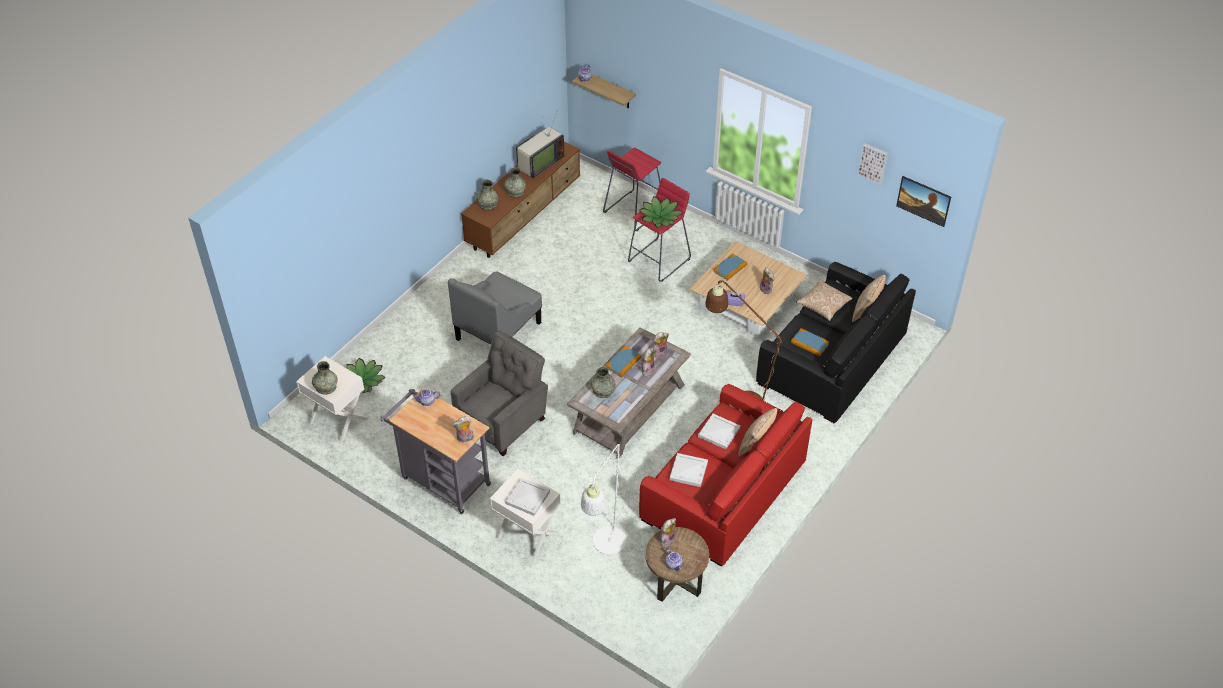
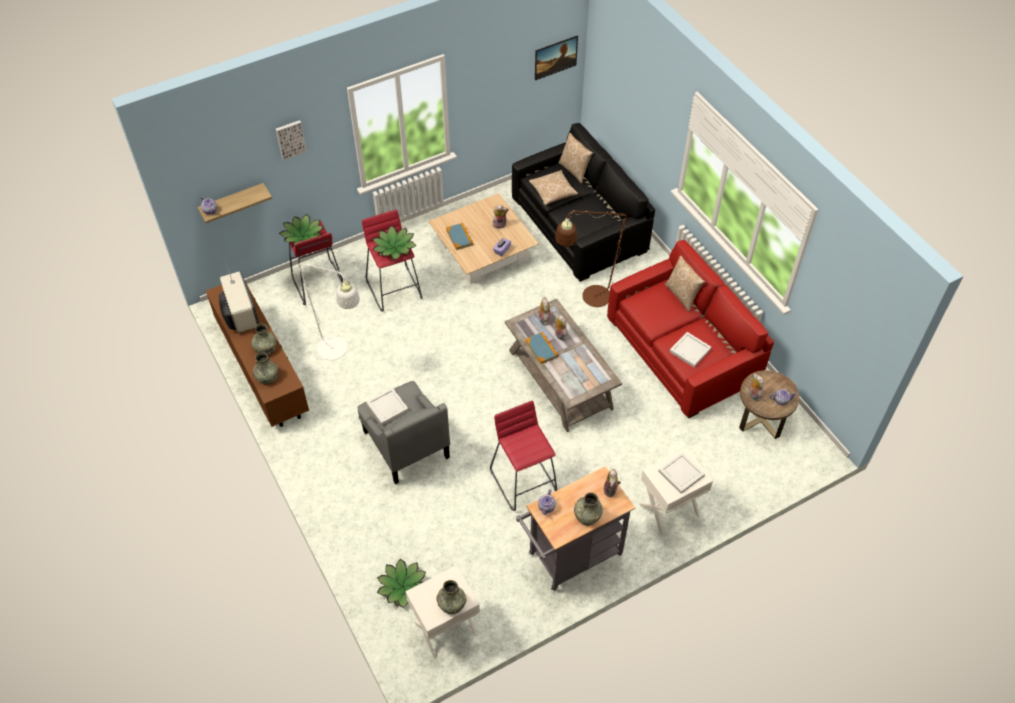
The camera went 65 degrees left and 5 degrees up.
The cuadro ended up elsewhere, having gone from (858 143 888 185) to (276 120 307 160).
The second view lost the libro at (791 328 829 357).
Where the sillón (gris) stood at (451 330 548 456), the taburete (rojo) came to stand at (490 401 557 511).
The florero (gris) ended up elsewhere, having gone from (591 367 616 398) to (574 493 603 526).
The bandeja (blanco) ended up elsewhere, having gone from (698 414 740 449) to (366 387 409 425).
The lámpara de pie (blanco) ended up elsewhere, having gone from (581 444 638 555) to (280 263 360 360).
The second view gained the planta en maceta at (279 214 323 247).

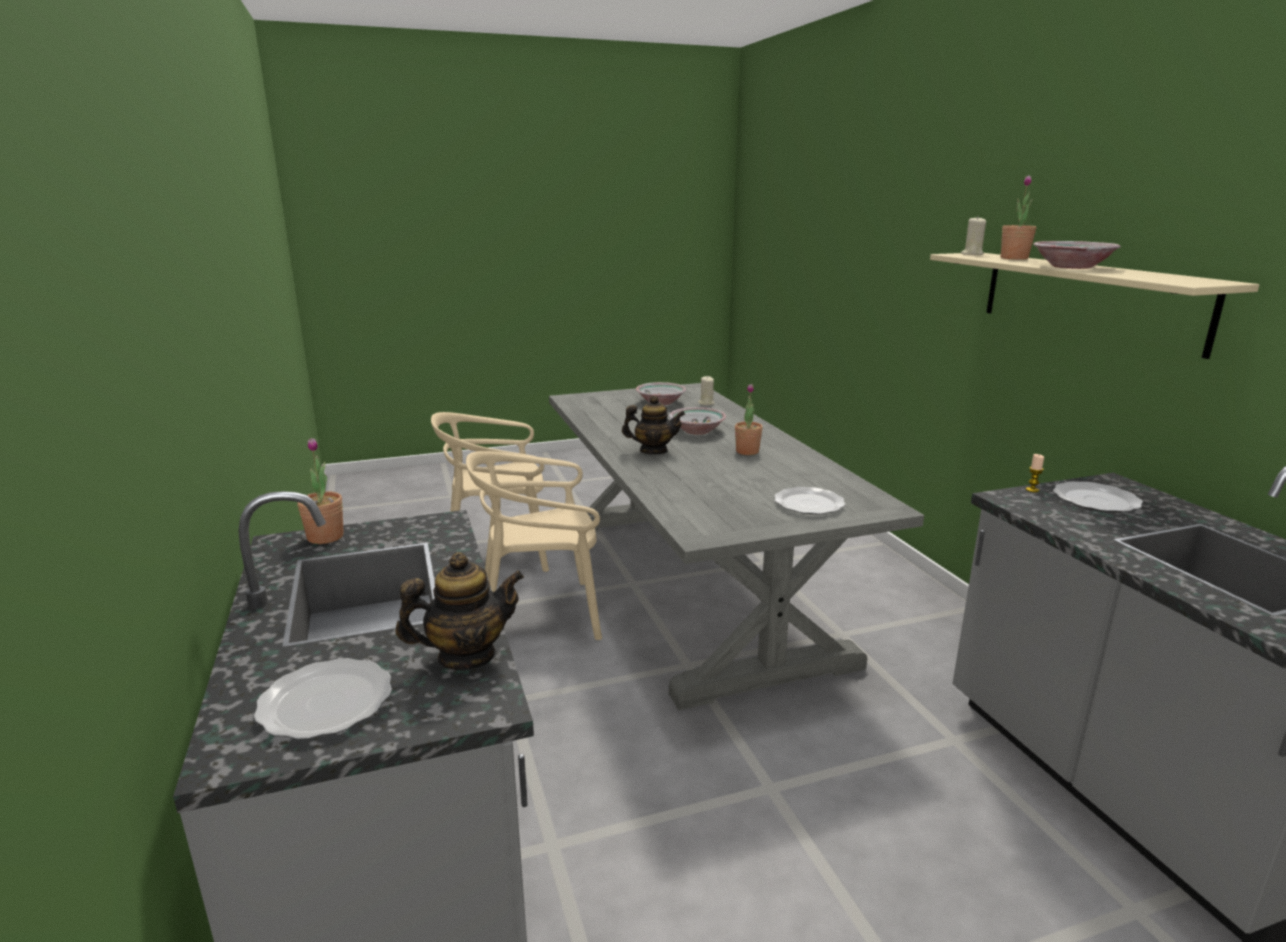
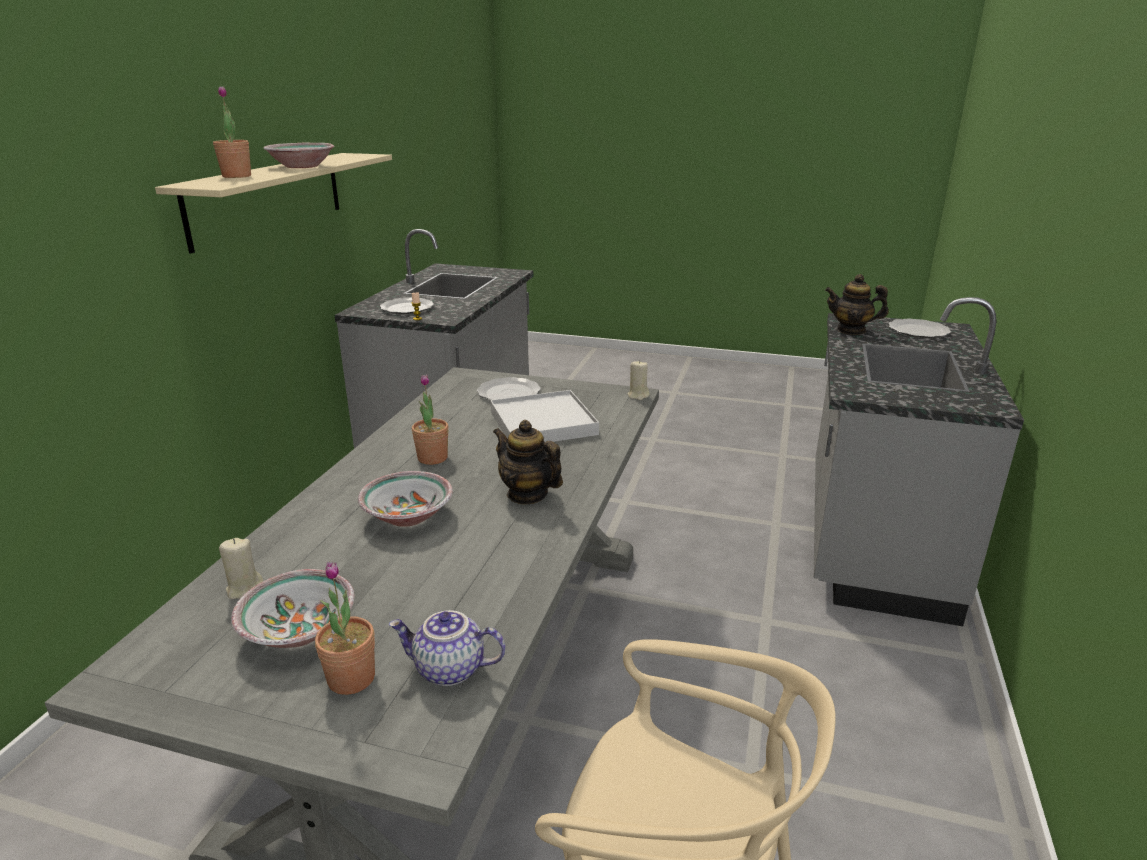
The camera went 145 degrees left and 5 degrees up.
The vela (beis) ended up elsewhere, having gone from (961 216 986 255) to (627 360 649 400).
The planta en maceta ended up elsewhere, having gone from (297 438 344 544) to (315 561 375 695).
The second view lost the silla (beis) at (466 451 602 640).
The second view gained the bandeja (blanco) at (490 390 599 442).
The second view gained the tetera at (389 610 505 686).

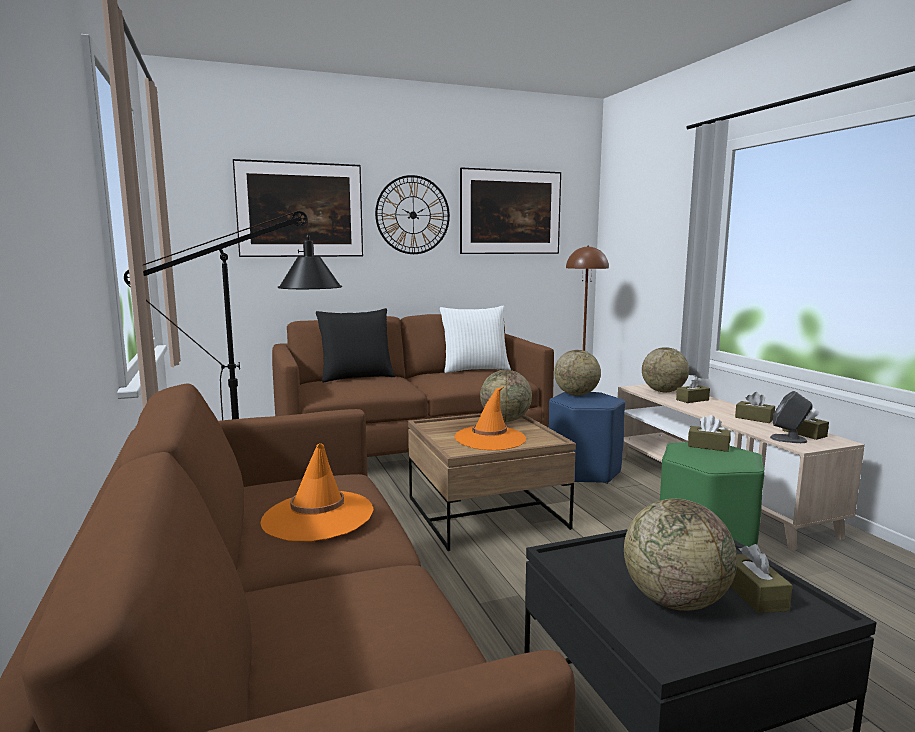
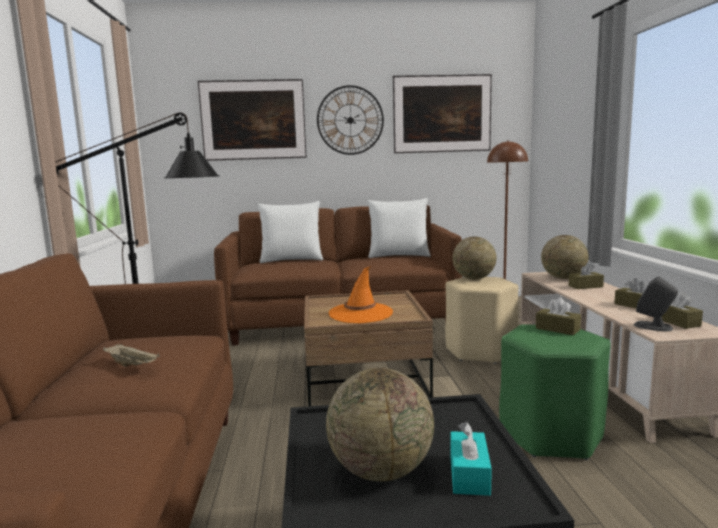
The camera went 15 degrees right and 0 degrees up.
What was the cojín (negro) at (316 308 395 382) turned into the cojín (blanco) at (258 201 323 263).
The second view lost the globo terráqueo at (480 370 532 422).
What was the taburete (azul) at (549 392 625 484) turned into the taburete (beis) at (445 277 518 364).
Where the sombrero (naranja) stood at (261 443 374 541), the bandeja (beis) came to stand at (103 344 160 367).
What was the caja de pañuelos (marrón) at (730 544 793 613) turned into the caja de pañuelos (turquesa) at (450 422 492 496).

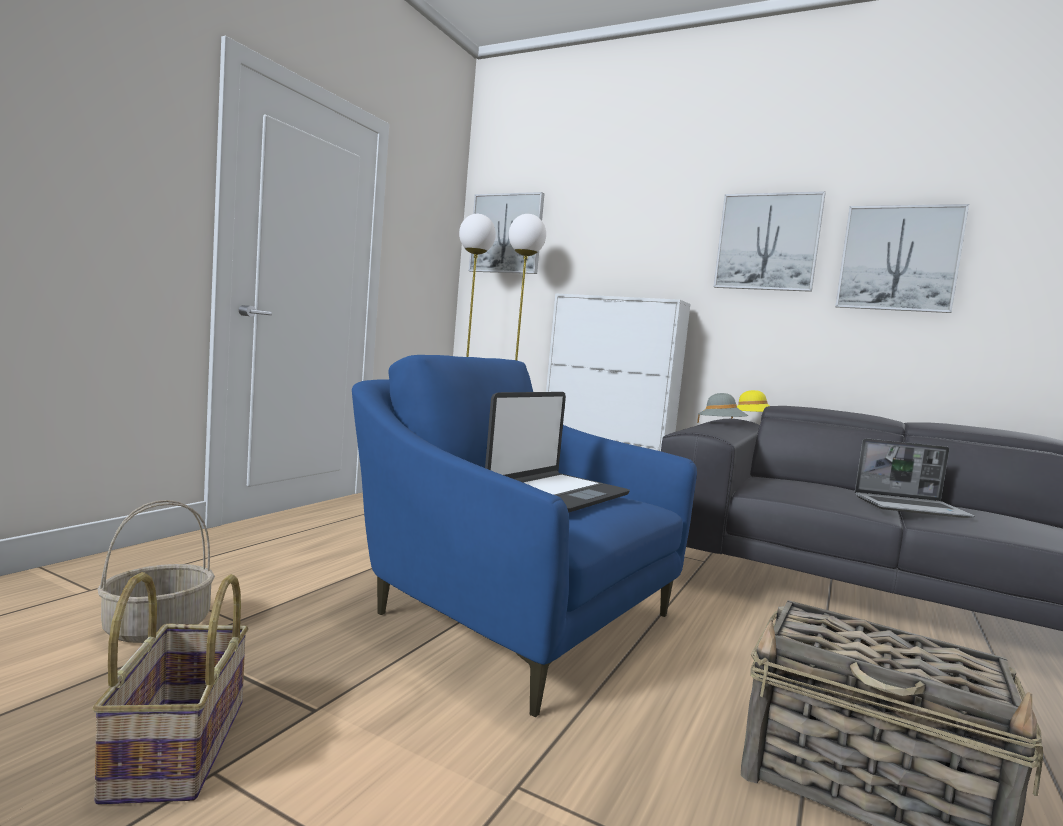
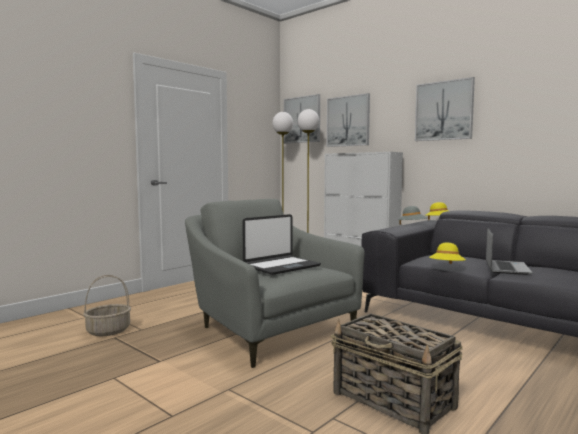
The camera went 15 degrees right and 0 degrees up.
The cuadro ended up elsewhere, having gone from (835 204 969 313) to (327 93 370 147).
What was the sillón (azul) at (352 355 697 717) turned into the sillón (gris) at (185 199 365 368).
The portátil at (855 438 975 518) ended up facing another way, 90 degrees counterclockwise from before.
The second view lost the cesta at (92 572 249 805).
The second view gained the sombrero (amarillo) at (429 242 466 264).

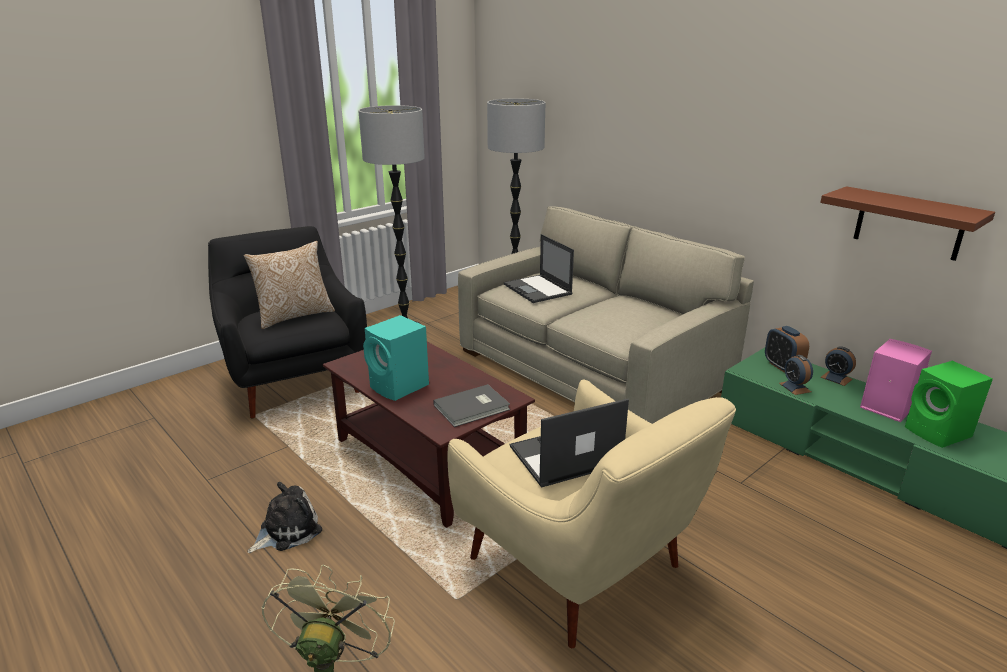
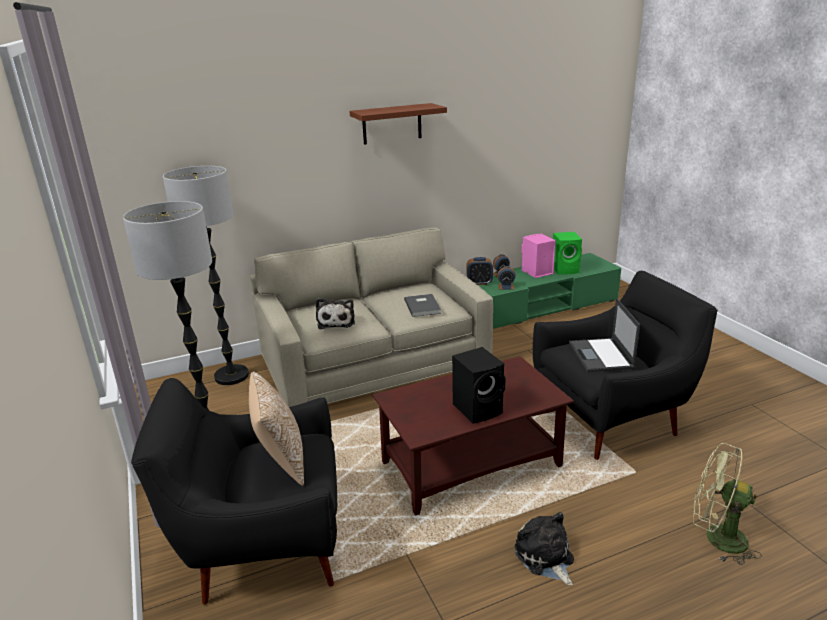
The camera went 70 degrees left and 0 degrees up.
The estante (marrón) ended up elsewhere, having gone from (820 186 995 261) to (350 103 447 145).
Where the portátil stood at (504 234 574 303), the peluche came to stand at (316 298 355 329).
What was the altavoz (turquesa) at (363 315 429 401) turned into the altavoz (negro) at (452 347 506 423).
What was the sillón (beis) at (448 379 736 648) turned into the sillón (negro) at (533 271 718 460).
The libro (gris) ended up elsewhere, having gone from (433 384 510 427) to (404 294 441 317).

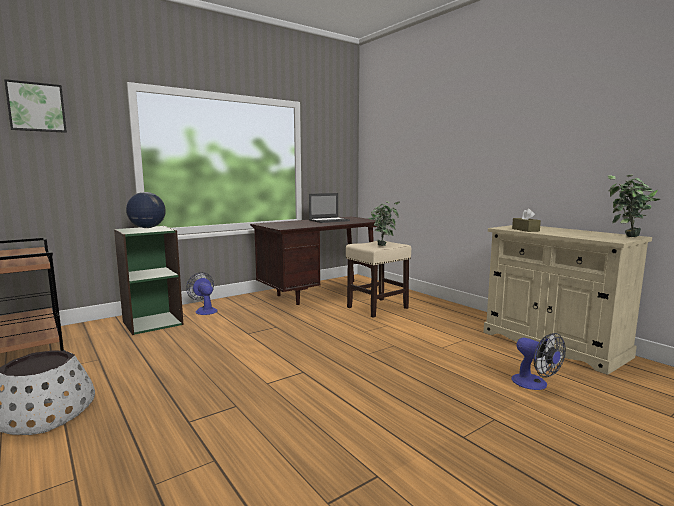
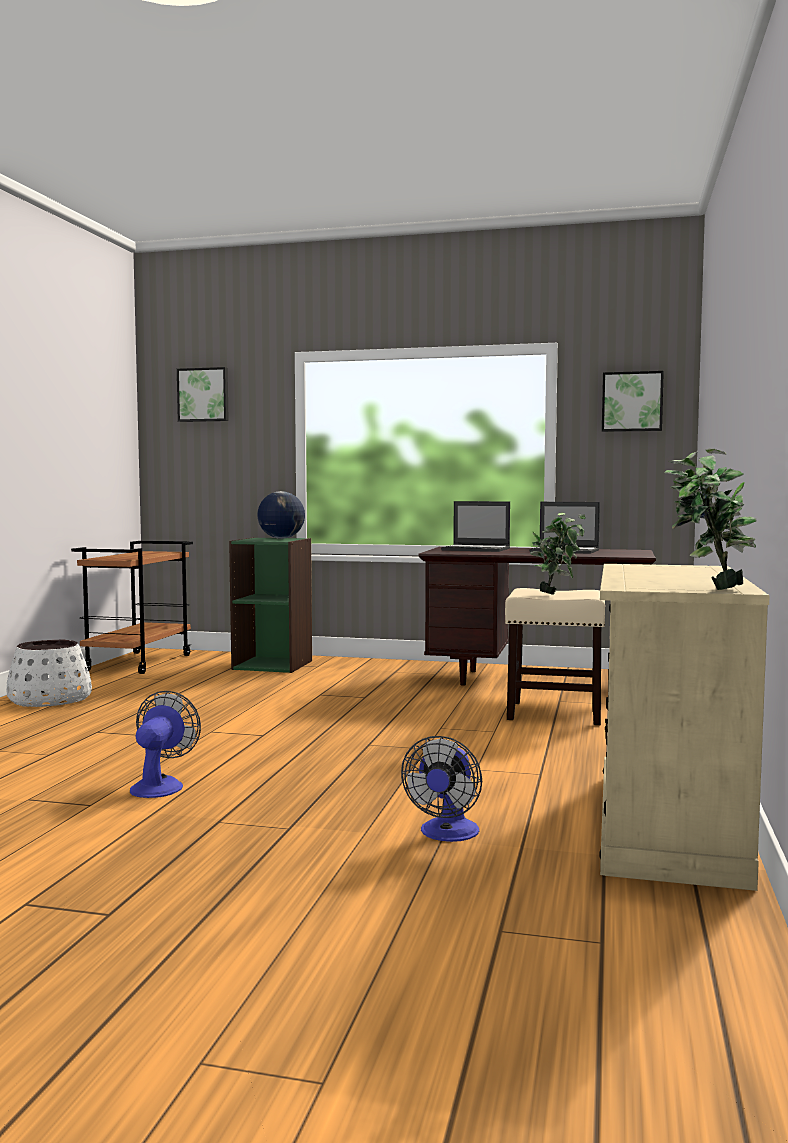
The camera went 50 degrees right and 5 degrees down.
The second view lost the caja de pañuelos (marrón) at (512 209 541 232).
The ventilador ended up elsewhere, having gone from (186 272 217 315) to (130 691 201 798).
The second view gained the cuadro at (602 371 664 432).
The second view gained the portátil at (441 501 510 552).

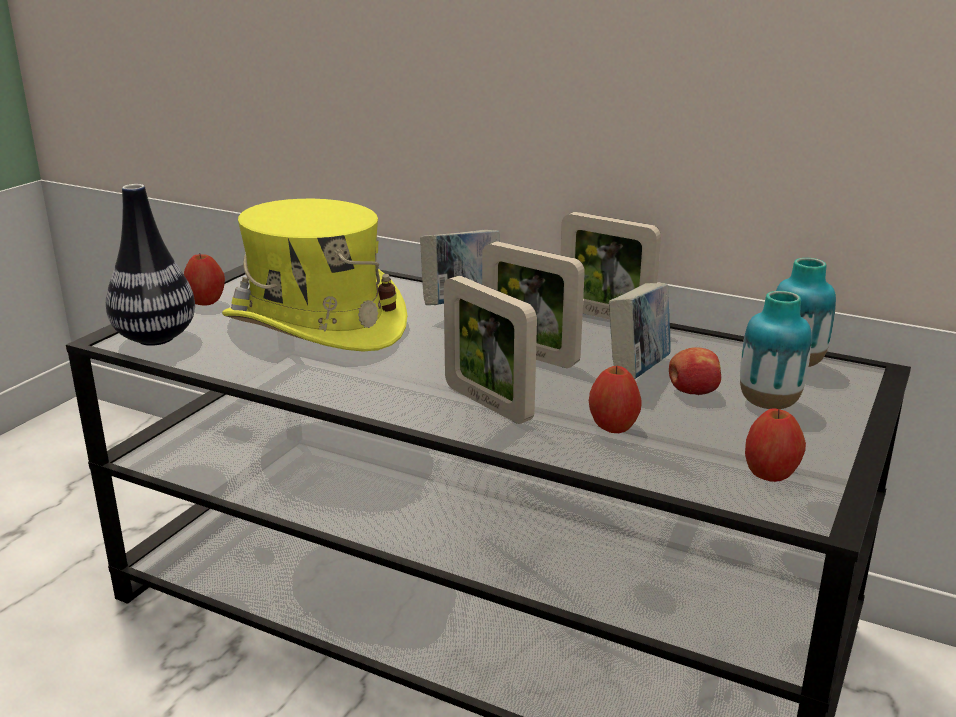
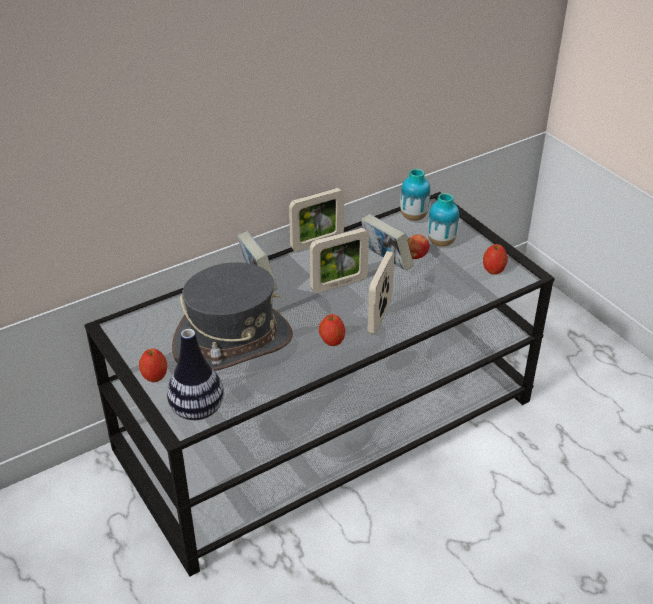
The camera went 60 degrees left and 15 degrees up.
What was the sombrero (amarillo) at (222 199 407 351) turned into the sombrero (gris) at (172 262 293 371).
The portarretratos at (444 276 537 424) ended up facing another way, 120 degrees clockwise from before.
The manzana ended up elsewhere, having gone from (589 366 642 433) to (319 314 345 346).

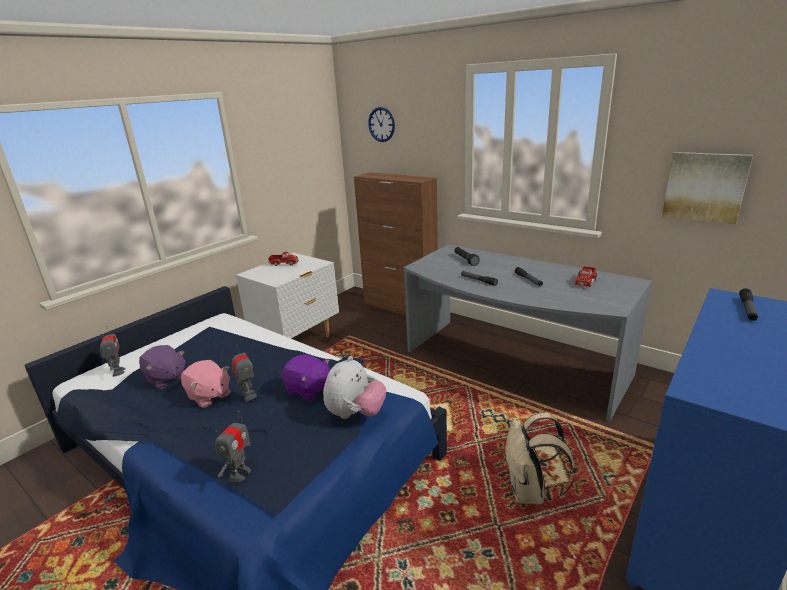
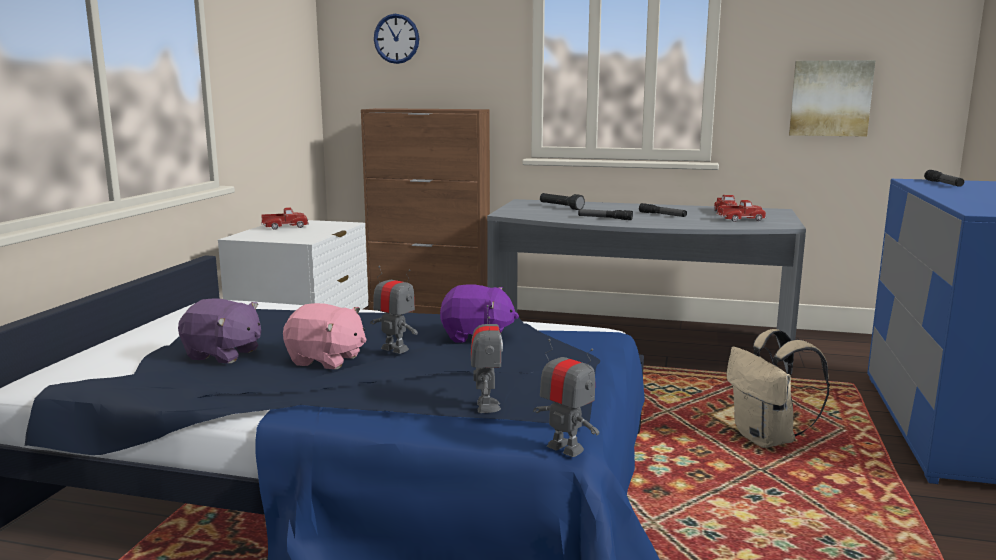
The camera went 25 degrees left and 10 degrees down.
The robot de juguete ended up elsewhere, having gone from (100 326 125 377) to (533 339 599 457).
The second view lost the peluche at (323 356 386 419).
The second view gained the camión de juguete at (716 200 767 222).

